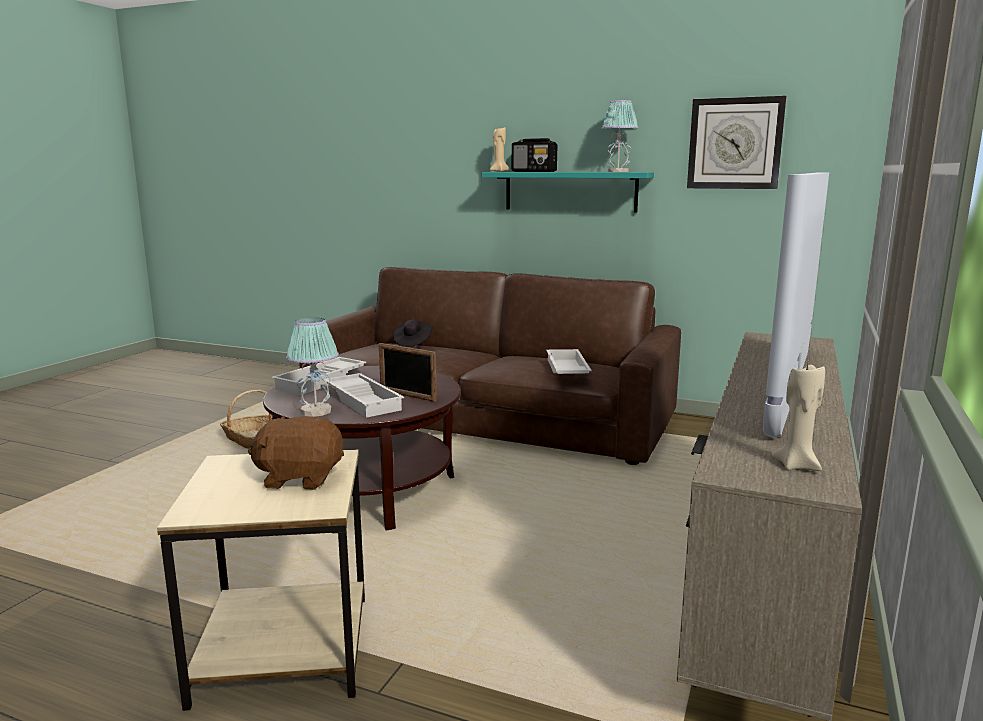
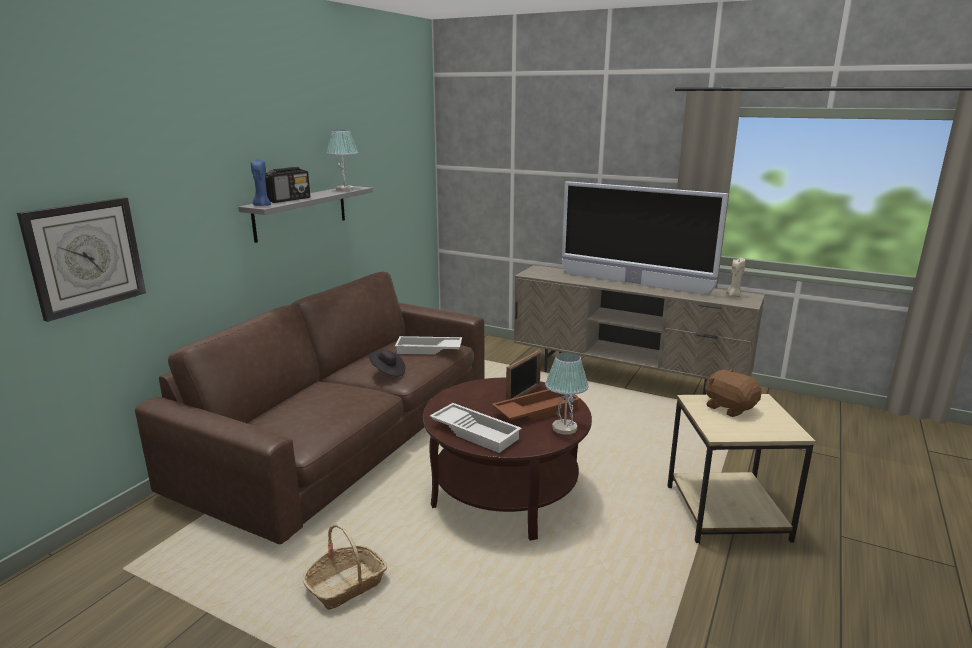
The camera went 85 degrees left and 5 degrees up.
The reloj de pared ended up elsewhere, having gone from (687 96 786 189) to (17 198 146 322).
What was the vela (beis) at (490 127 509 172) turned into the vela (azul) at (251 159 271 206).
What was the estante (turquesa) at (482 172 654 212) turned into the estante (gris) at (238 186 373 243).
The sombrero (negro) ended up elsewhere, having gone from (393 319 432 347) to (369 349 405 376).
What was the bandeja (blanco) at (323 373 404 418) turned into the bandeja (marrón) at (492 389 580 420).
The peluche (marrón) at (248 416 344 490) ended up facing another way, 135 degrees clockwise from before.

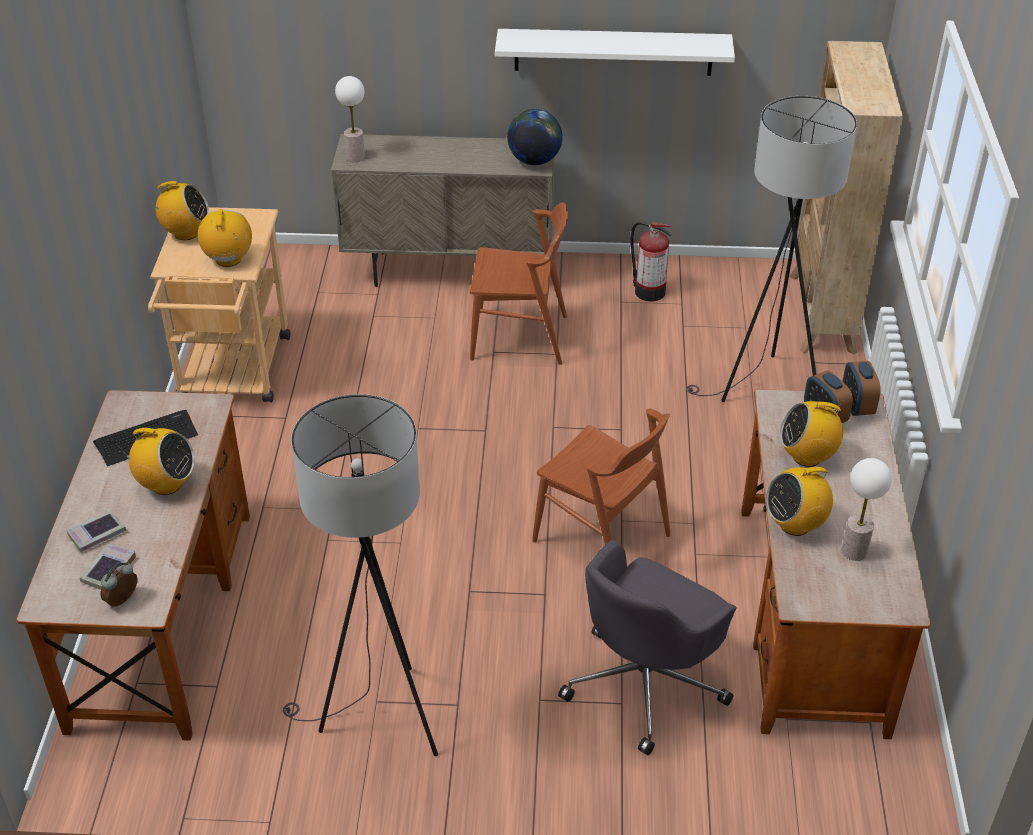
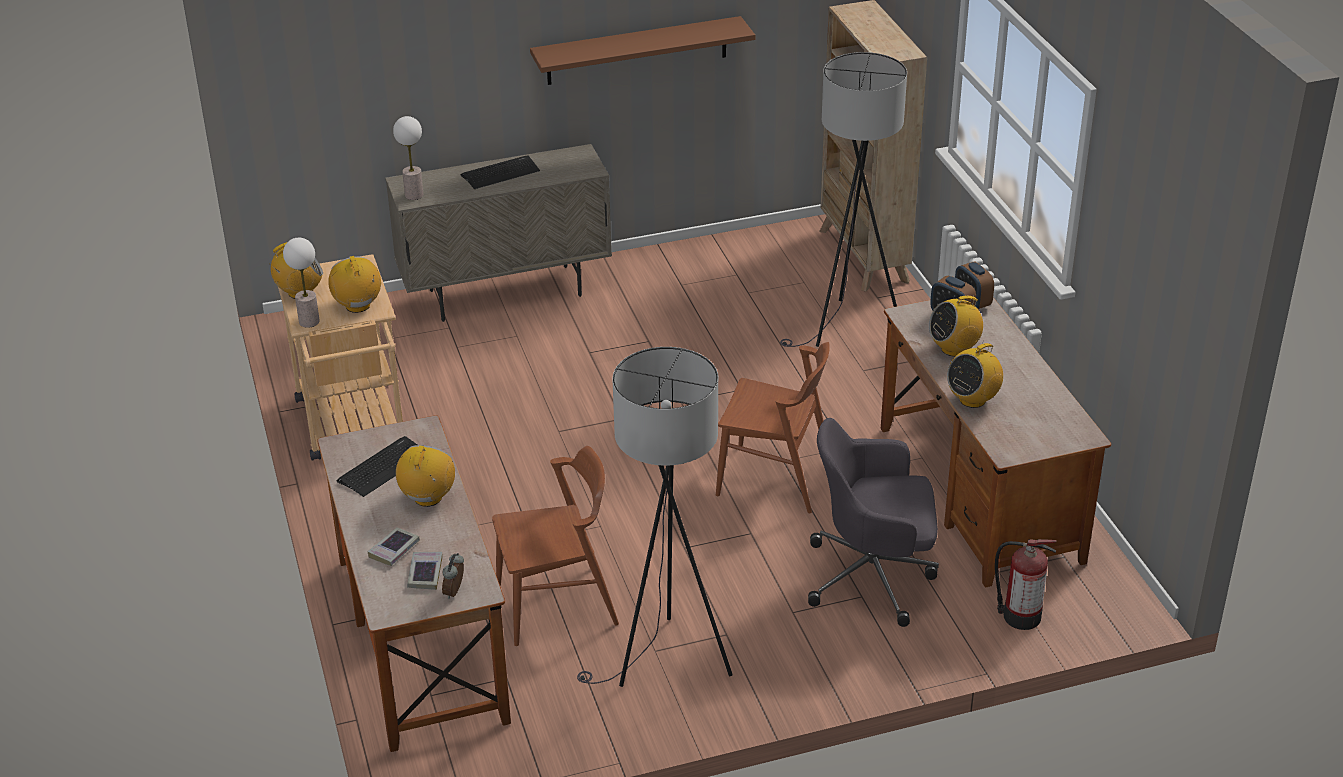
The camera went 20 degrees left and 5 degrees down.
What was the estante (blanco) at (495 29 735 76) turned into the estante (marrón) at (530 16 755 85).
The second view lost the globo terráqueo at (507 109 563 165).
The silla (marrón) ended up elsewhere, having gone from (470 202 568 365) to (492 446 619 646).
The extintor ended up elsewhere, having gone from (631 222 672 301) to (995 539 1057 630).
The radio at (118 428 195 495) ended up facing another way, 75 degrees counterclockwise from before.
The lámpara de mesa ended up elsewhere, having gone from (842 458 892 561) to (283 238 320 328).
The silla de oficina (gris) at (558 540 737 755) ended up facing another way, 75 degrees clockwise from before.
The second view gained the teclado at (461 155 540 189).

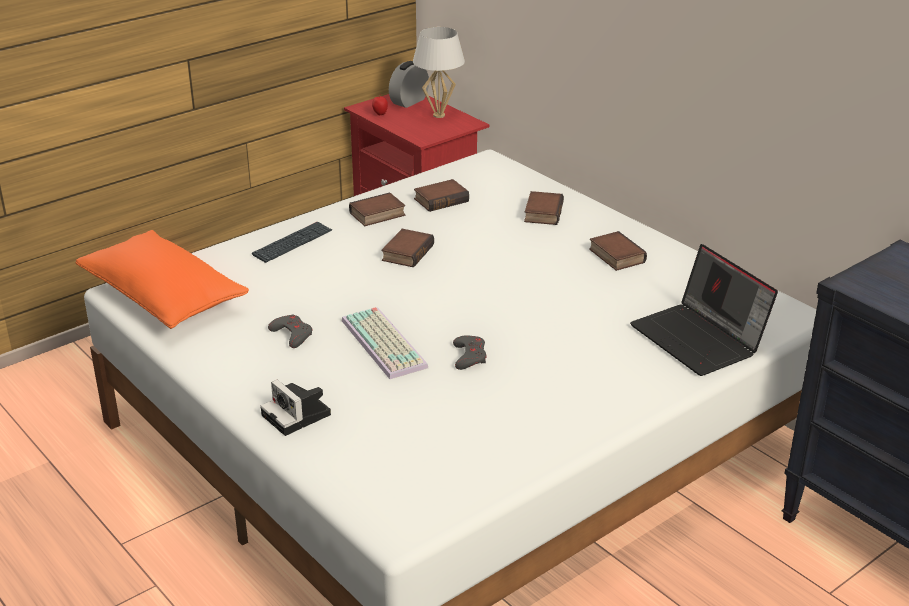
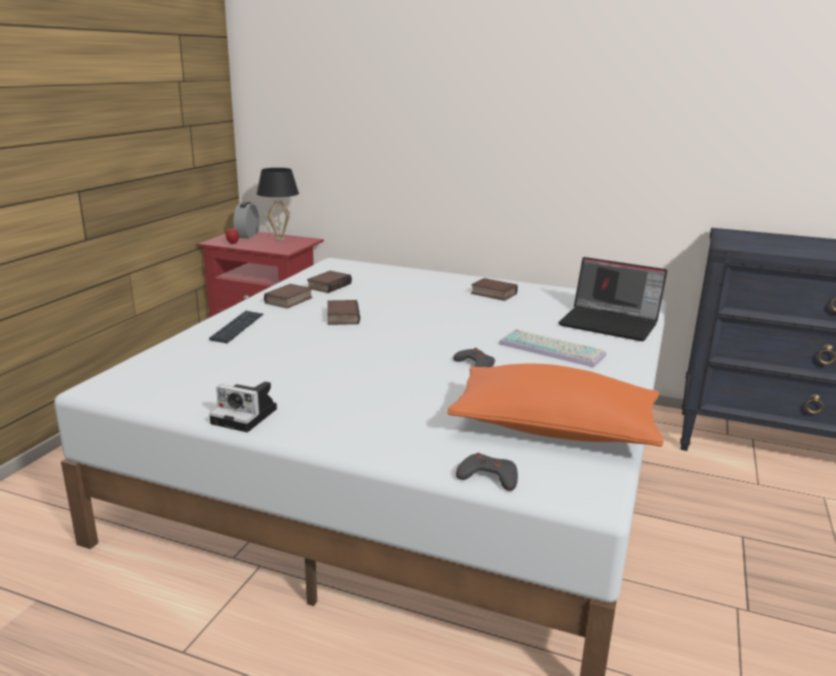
The camera went 30 degrees left and 10 degrees down.
What was the lámpara de mesa (blanco) at (413 27 465 118) turned into the lámpara de mesa (negro) at (257 168 299 240).
The second view lost the libro at (524 191 564 225).
The cojín (naranja) ended up elsewhere, having gone from (75 230 249 329) to (447 364 664 447).
The teclado ended up elsewhere, having gone from (342 307 428 379) to (499 329 606 368).
The mando de consola (gris) ended up elsewhere, having gone from (268 314 312 348) to (456 453 518 491).
The cámara ended up elsewhere, having gone from (260 380 331 436) to (209 382 277 432).

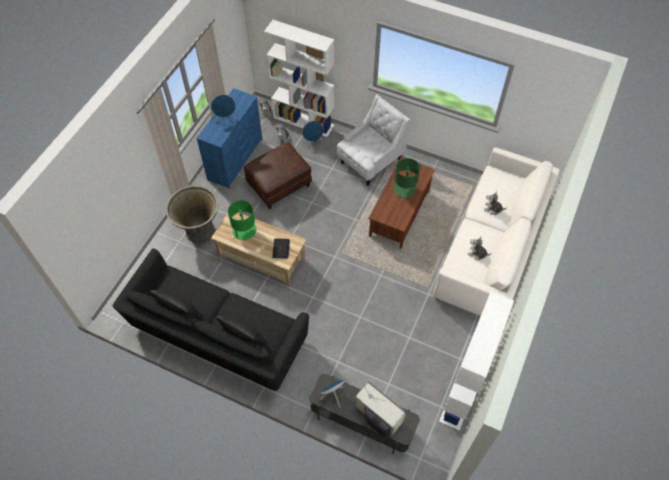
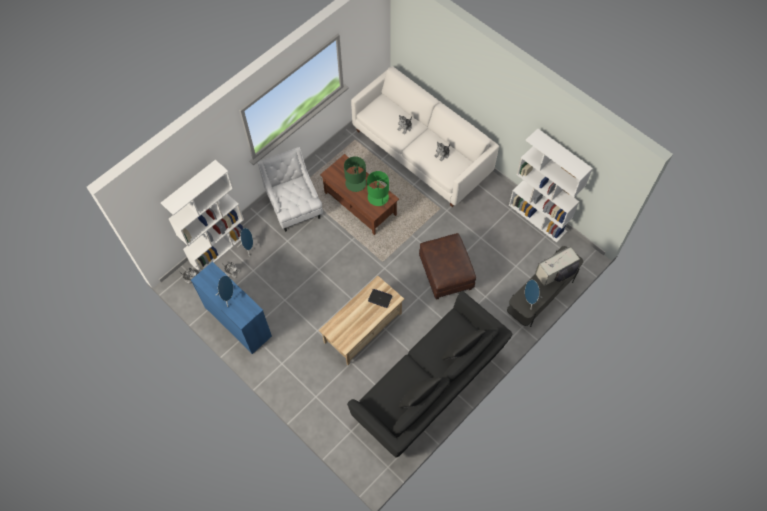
The camera went 70 degrees left and 5 degrees up.
The puf (marrón) ended up elsewhere, having gone from (244 142 312 209) to (419 233 476 300).
The second view lost the maceta (gris) at (166 185 218 243).
The lámpara de mesa (verde) ended up elsewhere, having gone from (228 200 256 240) to (367 171 389 207).

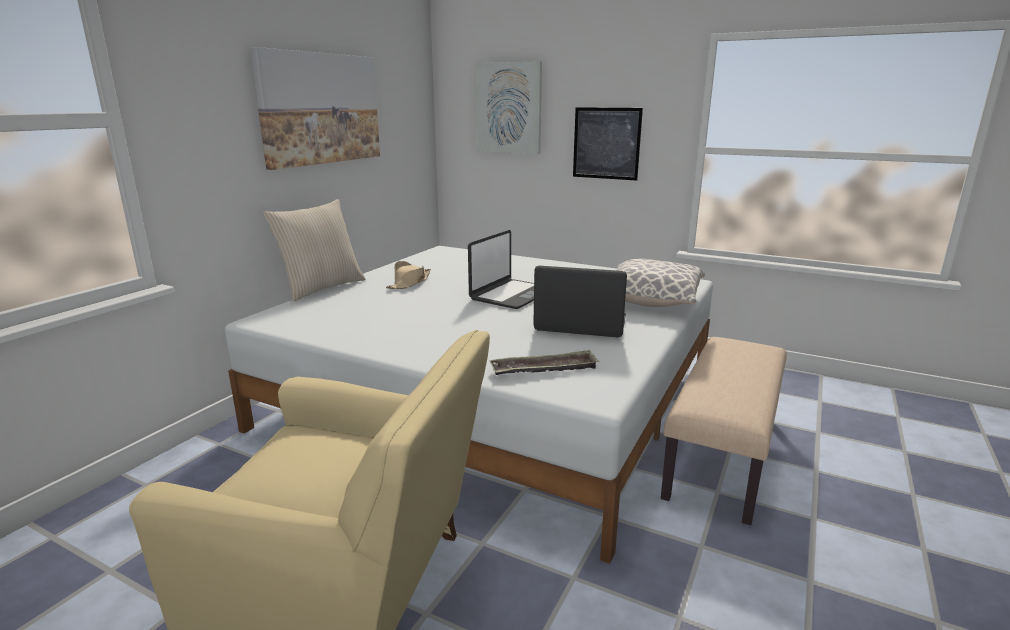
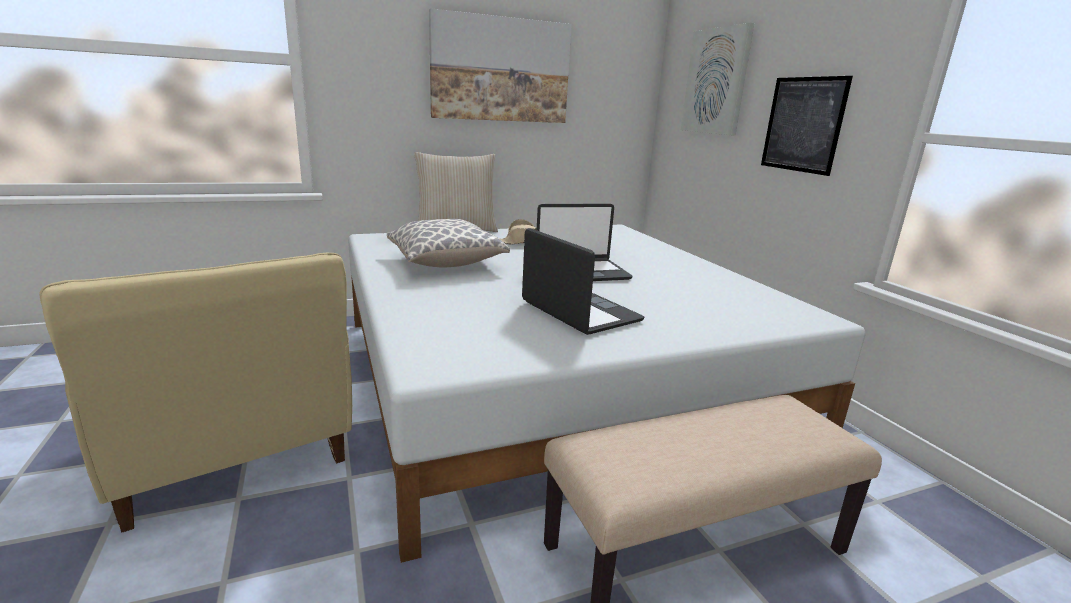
The camera went 40 degrees right and 0 degrees up.
The cojín ended up elsewhere, having gone from (617 259 705 307) to (387 219 510 267).
The second view lost the bandeja at (489 350 599 375).

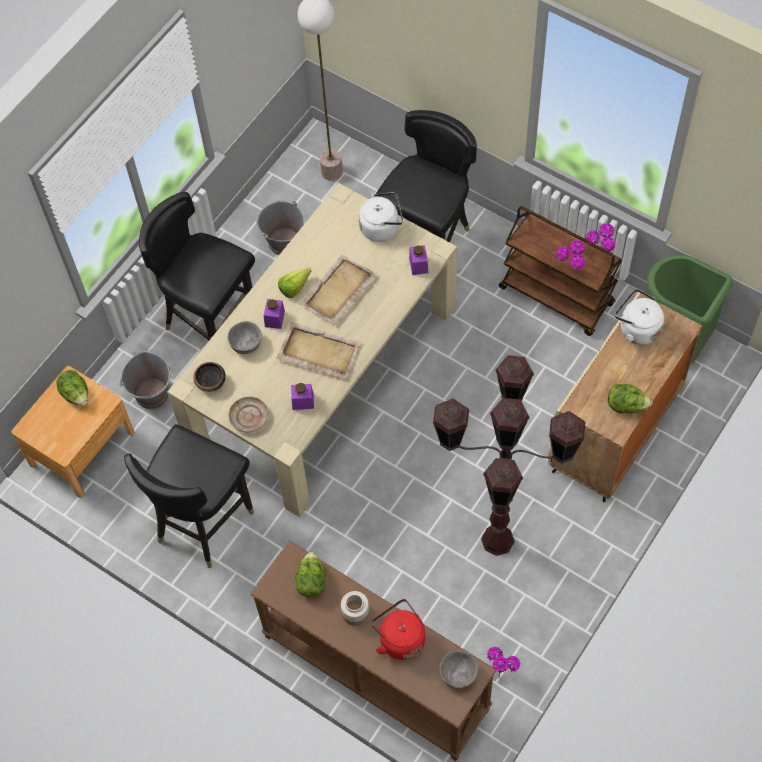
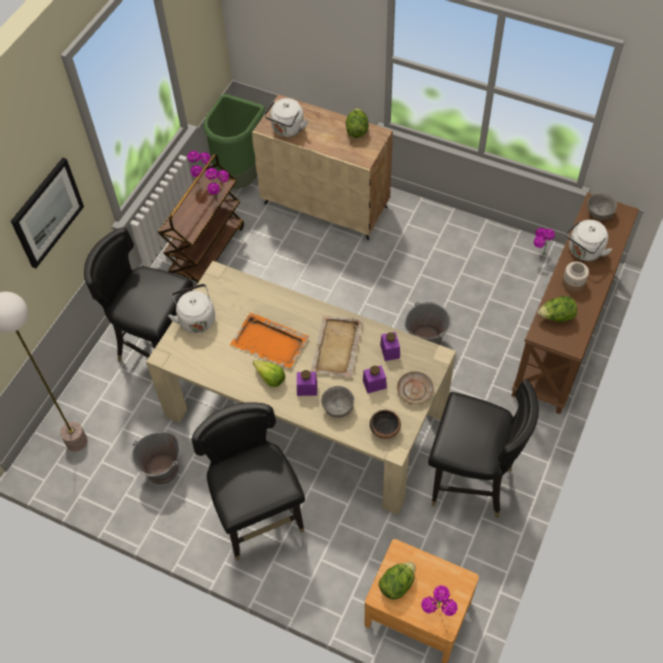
The camera went 100 degrees left and 5 degrees down.
The silla (negro) at (139 192 255 340) ended up facing another way, 135 degrees clockwise from before.
The tarro (morado) ended up elsewhere, having gone from (409 245 429 275) to (363 365 387 394).
What was the bandeja (beis) at (300 254 377 325) turned into the bandeja (naranja) at (230 313 309 368).
The cubo (gris) ended up elsewhere, having gone from (119 351 172 409) to (404 301 452 345).
The second view lost the lámpara de pie (marrón) at (433 355 585 556).
What was the hervidor (rojo) at (371 599 425 660) turned into the hervidor (blanco) at (566 220 612 261).
The second view gained the cuadro at (11 158 84 268).
The second view gained the planta en maceta at (421 585 458 616).

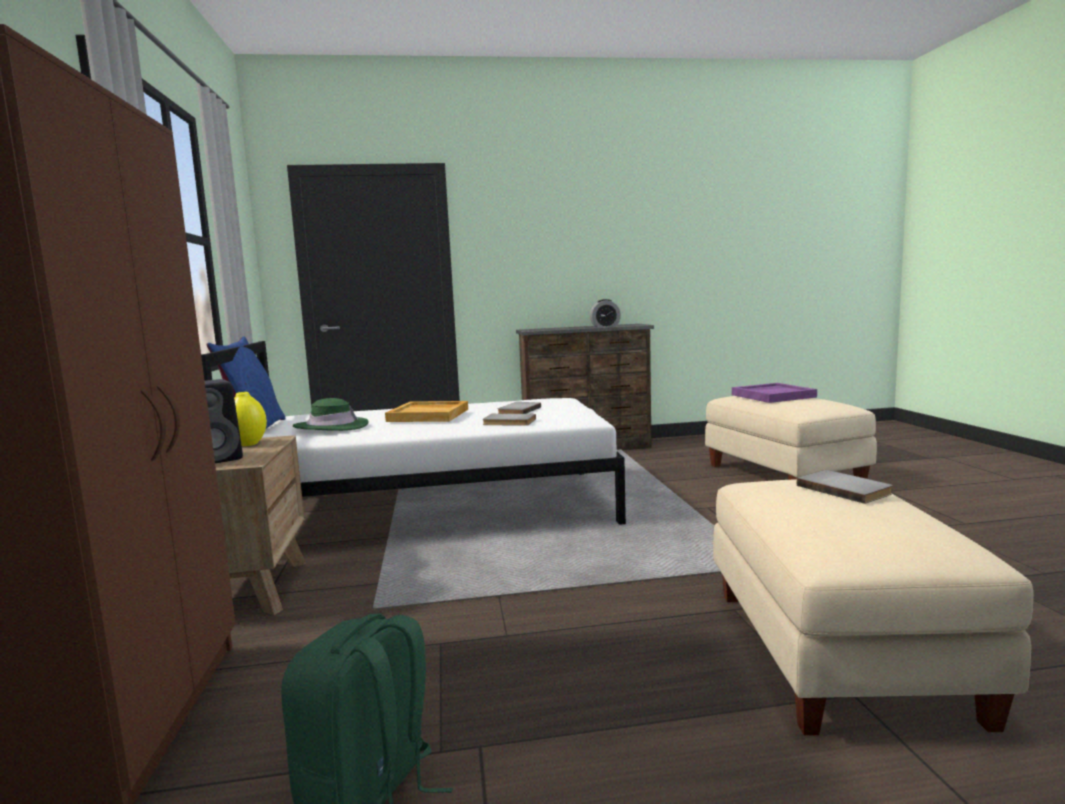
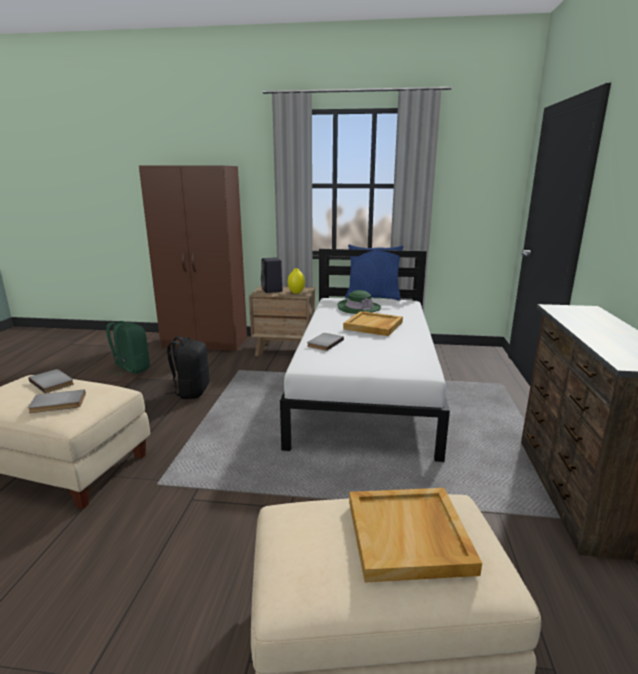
The camera went 105 degrees right and 10 degrees up.
The second view lost the despertador at (590 299 621 327).
What was the bandeja (morado) at (732 383 817 403) turned into the bandeja (beis) at (349 488 482 583).
The libro (gris) ended up elsewhere, having gone from (498 402 541 414) to (28 369 74 394).
The second view gained the mochila (negro) at (166 336 209 399).

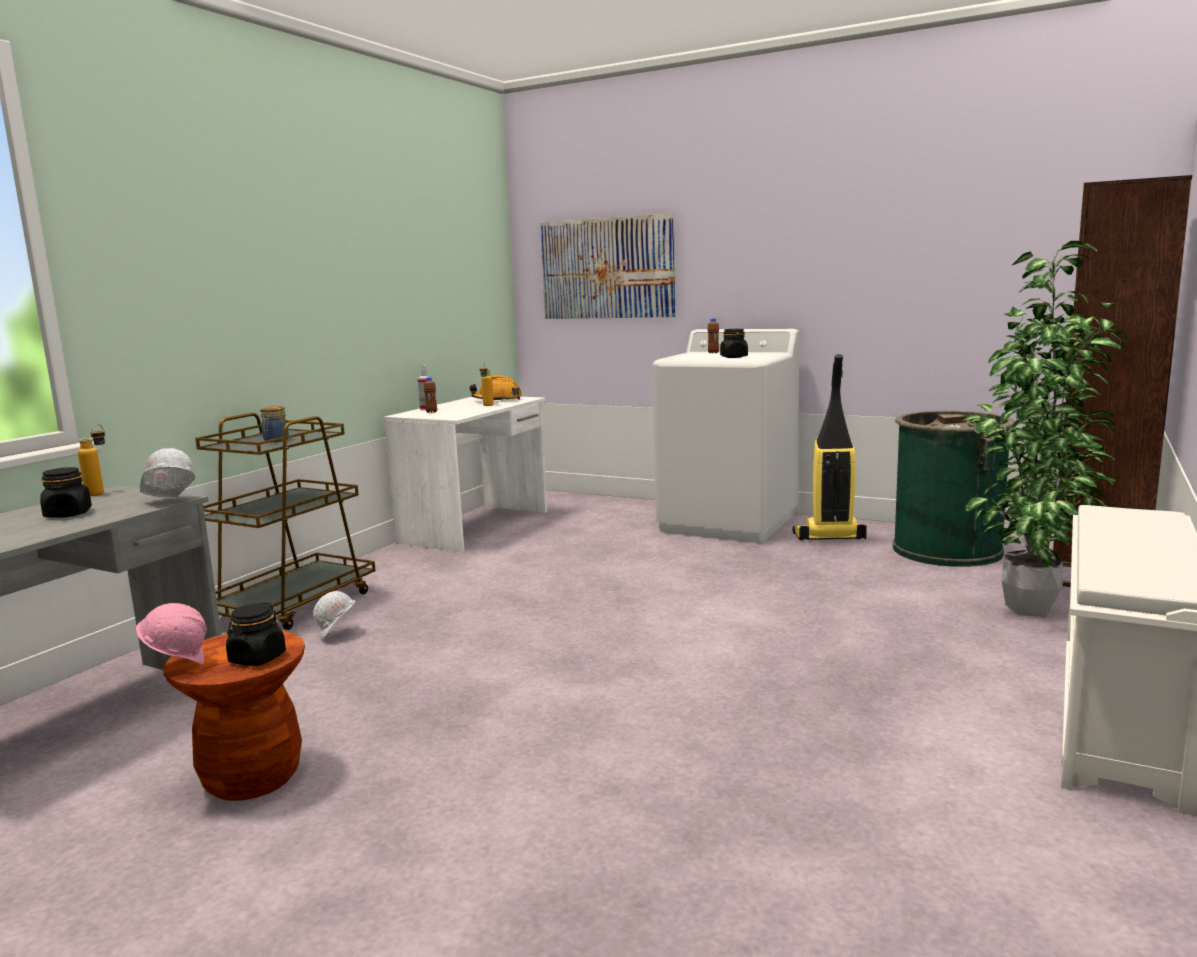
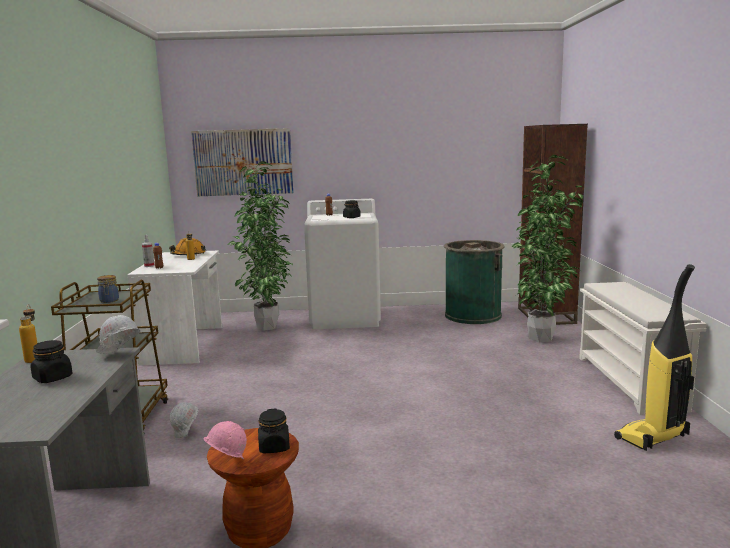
The camera went 30 degrees left and 0 degrees up.
The aspiradora ended up elsewhere, having gone from (793 354 867 541) to (614 264 695 451).
The second view gained the planta en maceta at (228 161 292 331).

